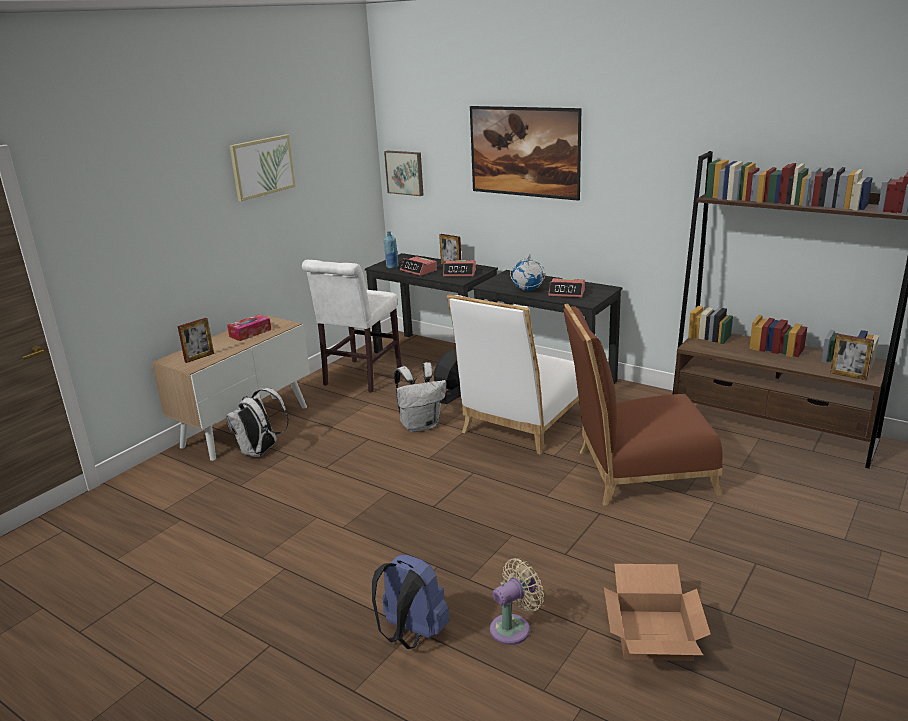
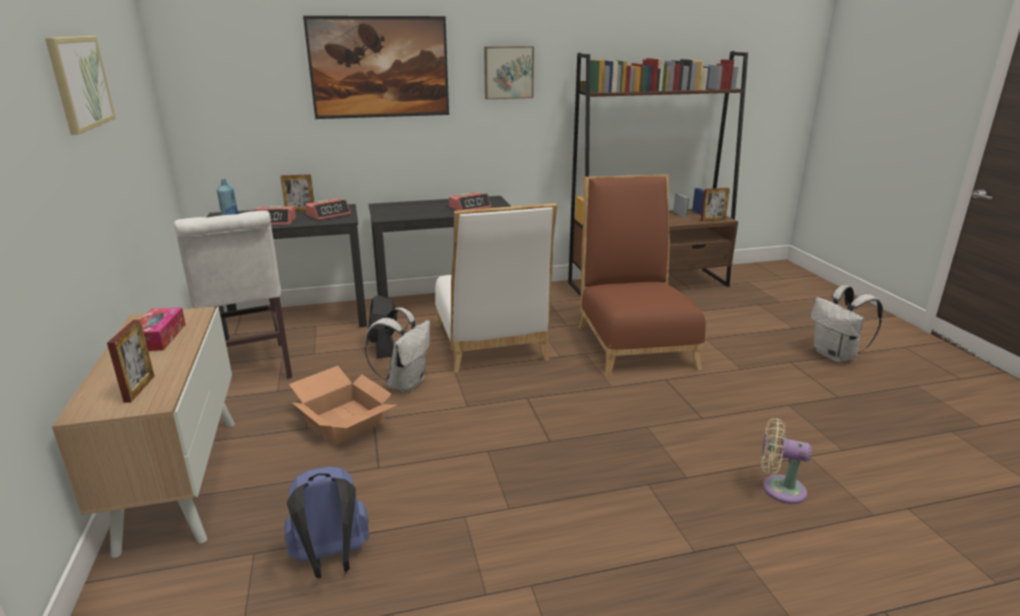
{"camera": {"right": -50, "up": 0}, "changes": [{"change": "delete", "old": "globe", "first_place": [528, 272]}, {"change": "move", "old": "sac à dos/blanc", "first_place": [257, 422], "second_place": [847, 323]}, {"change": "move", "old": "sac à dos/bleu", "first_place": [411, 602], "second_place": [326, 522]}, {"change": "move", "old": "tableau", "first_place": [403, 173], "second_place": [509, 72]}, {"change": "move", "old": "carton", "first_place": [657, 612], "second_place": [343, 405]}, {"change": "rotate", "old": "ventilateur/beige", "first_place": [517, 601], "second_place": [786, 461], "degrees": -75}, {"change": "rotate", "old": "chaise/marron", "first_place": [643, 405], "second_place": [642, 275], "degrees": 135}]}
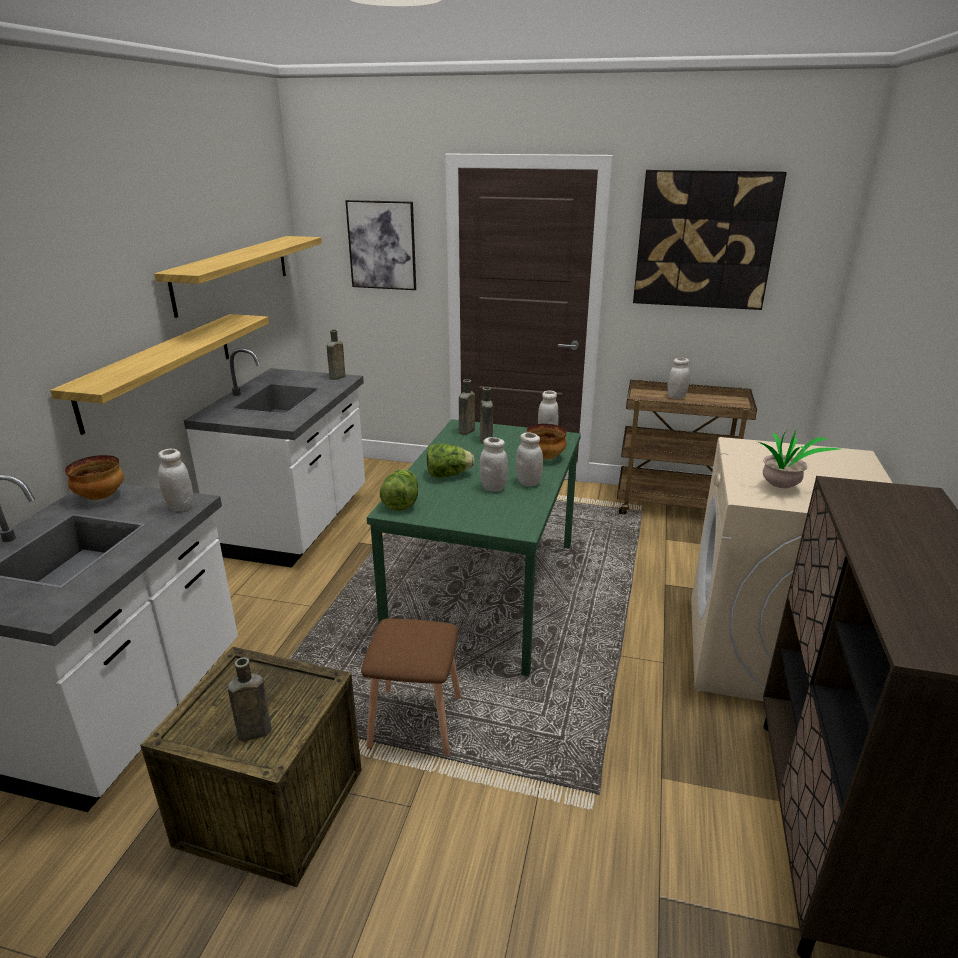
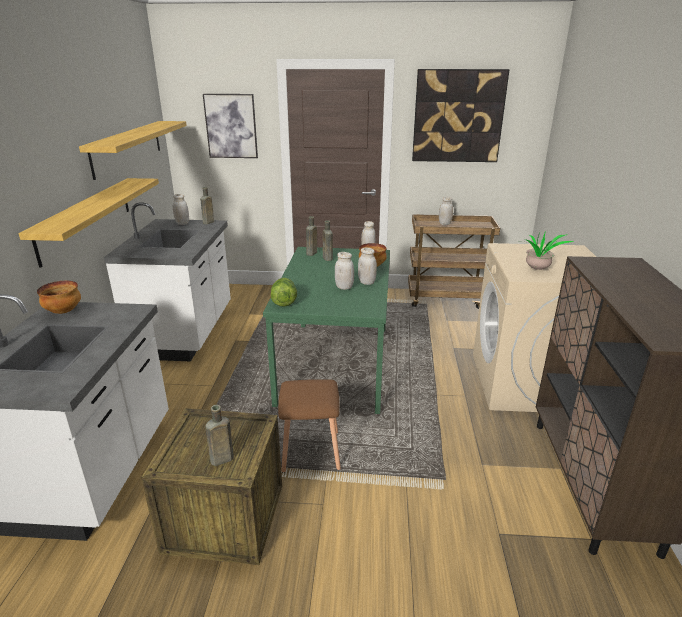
{"camera": {"right": -10, "up": 0}, "changes": [{"change": "delete", "old": "laitue", "first_place": [451, 461]}, {"change": "move", "old": "bocal/blanc", "first_place": [175, 480], "second_place": [181, 209]}]}
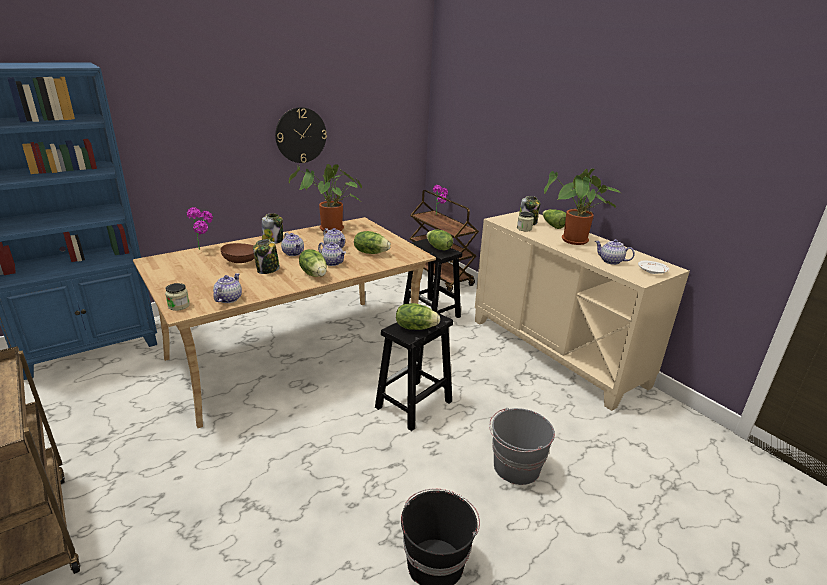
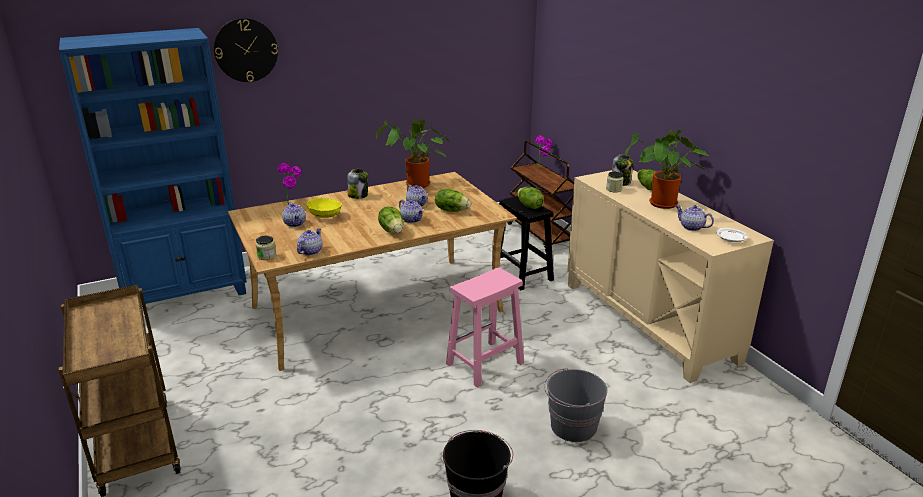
{"camera": {"right": 10, "up": 0}, "changes": [{"change": "delete", "old": "bocal", "first_place": [266, 256]}, {"change": "delete", "old": "laitue", "first_place": [418, 316]}, {"change": "move", "old": "horloge murale", "first_place": [301, 135], "second_place": [246, 50]}, {"change": "move", "old": "théière", "first_place": [292, 244], "second_place": [294, 214]}, {"change": "recolor", "old": "bol/marron", "new": "bol/jaune", "first_place": [237, 253], "second_place": [324, 208]}, {"change": "recolor", "old": "tabouret/noir", "new": "tabouret/rose", "first_place": [414, 371], "second_place": [485, 327]}]}
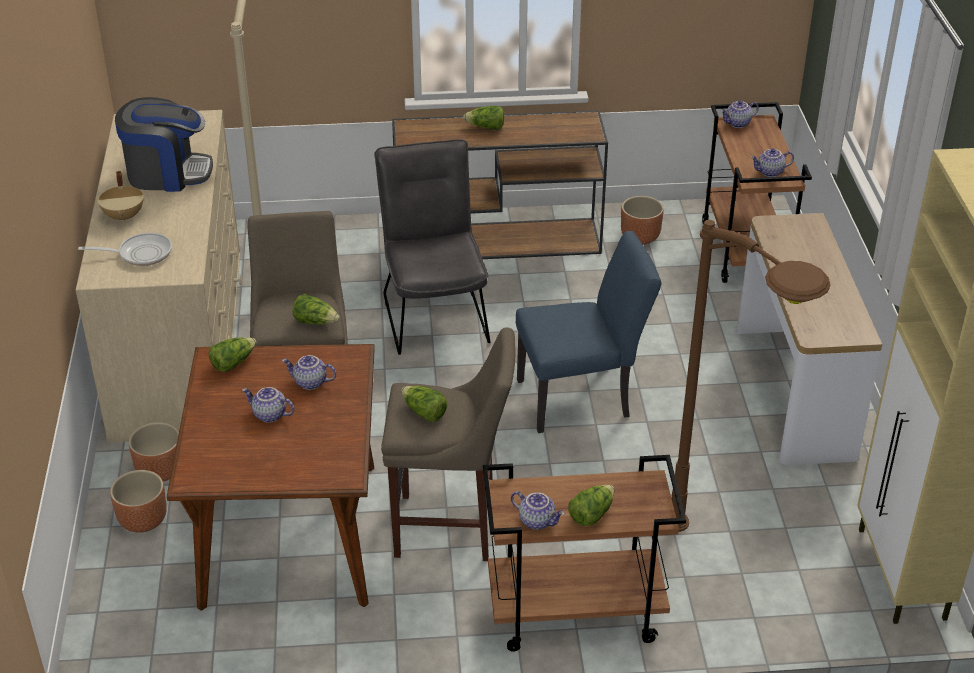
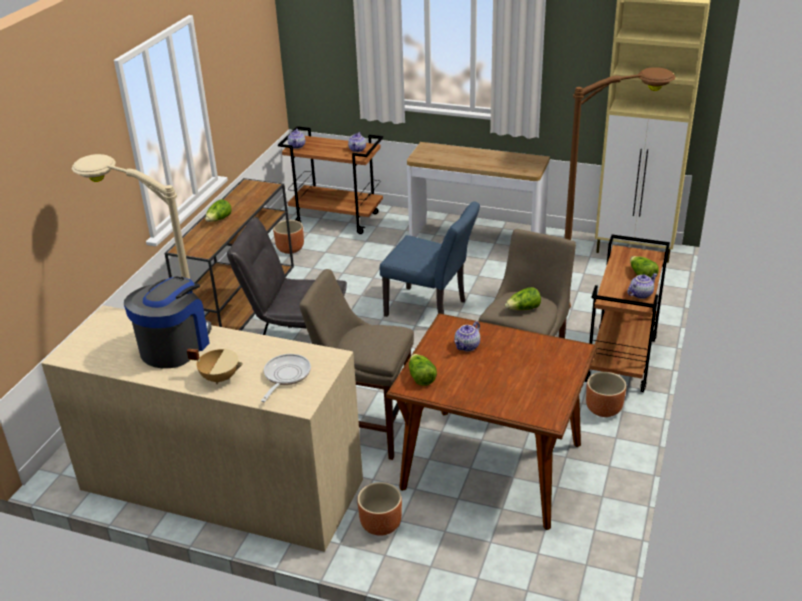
{"camera": {"right": -65, "up": -5}, "changes": [{"change": "delete", "old": "théière", "first_place": [268, 405]}, {"change": "delete", "old": "laitue", "first_place": [316, 309]}, {"change": "move", "old": "cache-pot/marron", "first_place": [138, 501], "second_place": [606, 394]}, {"change": "rotate", "old": "chaise/bleu", "first_place": [588, 332], "second_place": [430, 259], "degrees": 105}]}
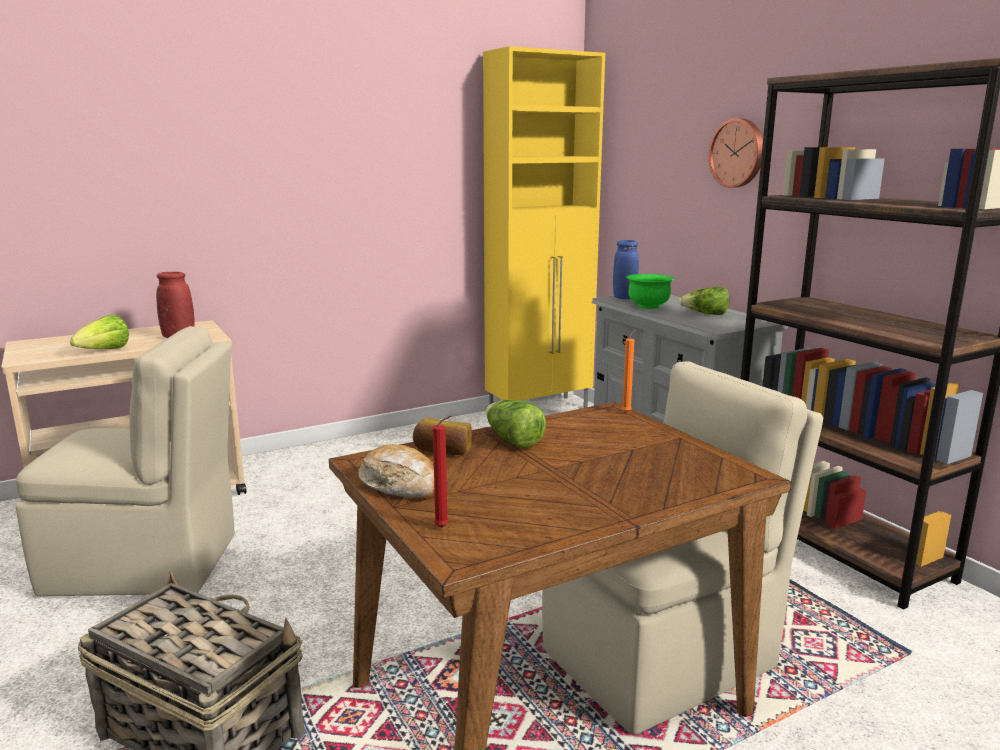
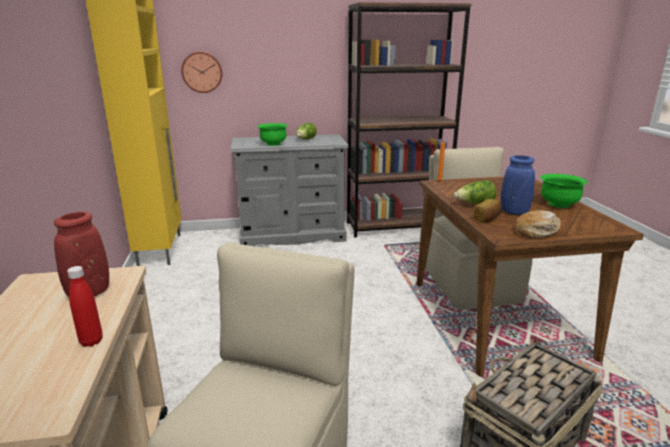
{"camera": {"right": -70, "up": 5}, "changes": [{"change": "delete", "old": "bougie/rouge", "first_place": [442, 472]}, {"change": "insert", "new": "bol/vert", "second_place": [564, 191]}, {"change": "move", "old": "vase/bleu", "first_place": [626, 269], "second_place": [518, 185]}, {"change": "move", "old": "horloge murale", "first_place": [735, 153], "second_place": [201, 72]}, {"change": "replace", "old": "laitue", "new": "bouteille/rouge", "first_place": [99, 332], "second_place": [84, 306]}]}
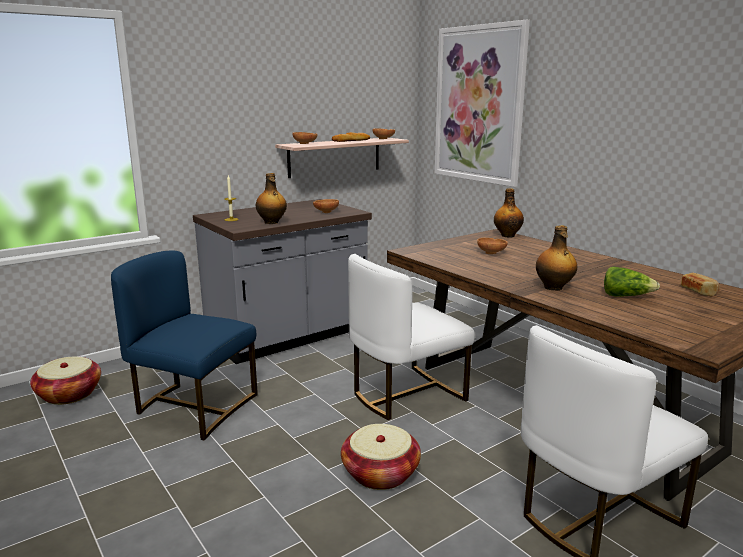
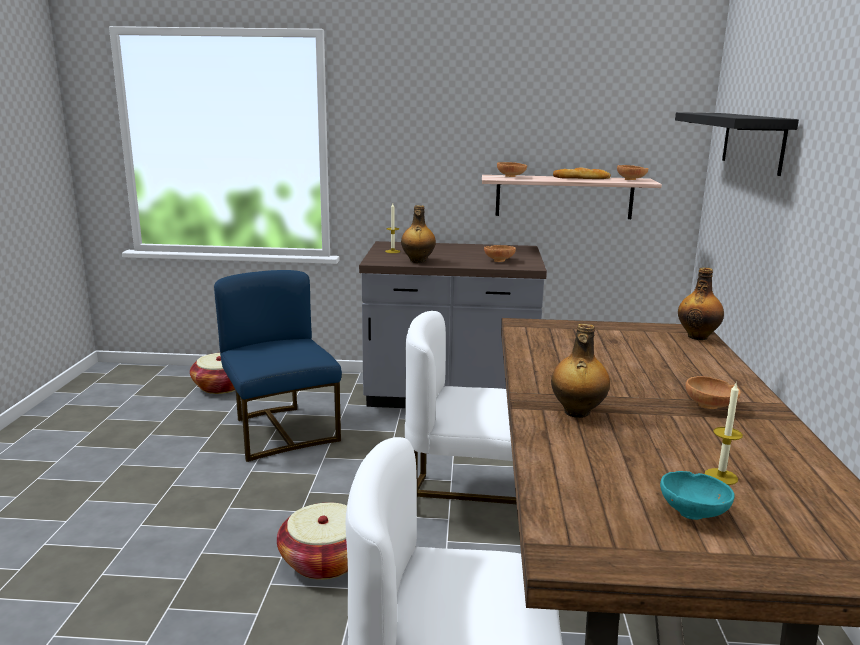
{"camera": {"right": 40, "up": 0}, "changes": [{"change": "delete", "old": "laitue", "first_place": [632, 281]}, {"change": "delete", "old": "pain", "first_place": [700, 285]}, {"change": "insert", "new": "bol/turquoise", "second_place": [697, 495]}, {"change": "insert", "new": "bougie", "second_place": [724, 434]}, {"change": "move", "old": "bol/marron", "first_place": [492, 246], "second_place": [713, 392]}, {"change": "replace", "old": "tableau", "new": "étagère/noir", "first_place": [482, 103], "second_place": [737, 144]}]}
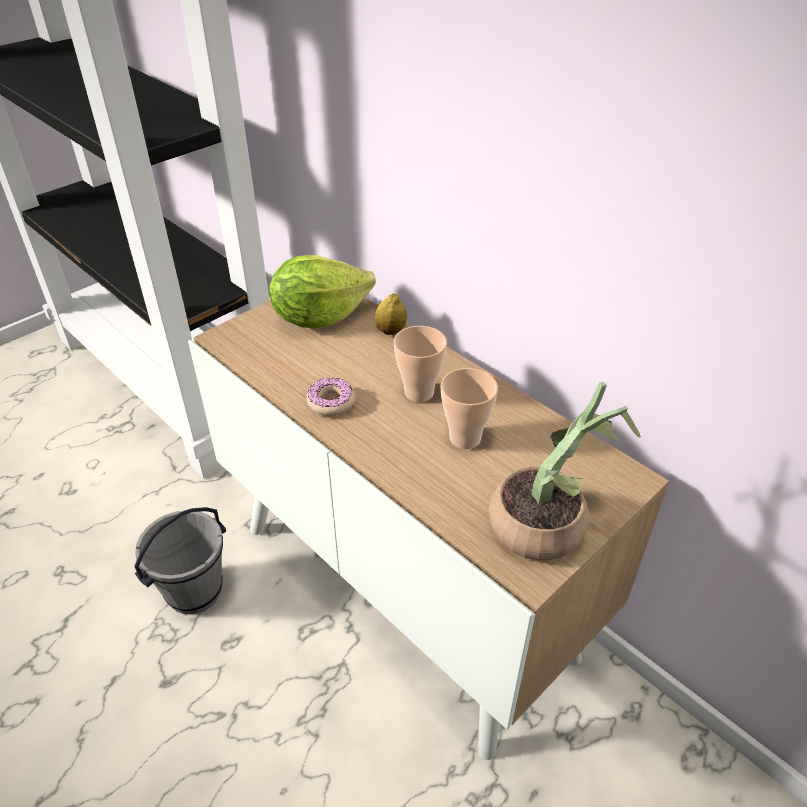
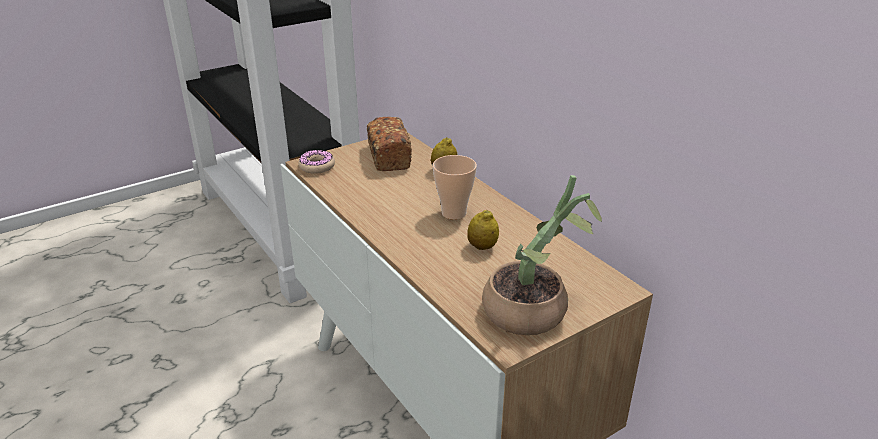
{"camera": {"right": 10, "up": -10}, "changes": [{"change": "delete", "old": "seau/gris", "first_place": [180, 560]}, {"change": "move", "old": "beignet", "first_place": [331, 396], "second_place": [316, 162]}, {"change": "replace", "old": "laitue", "new": "pain", "first_place": [322, 291], "second_place": [389, 144]}, {"change": "replace", "old": "tasse", "new": "citron", "first_place": [469, 408], "second_place": [483, 230]}]}
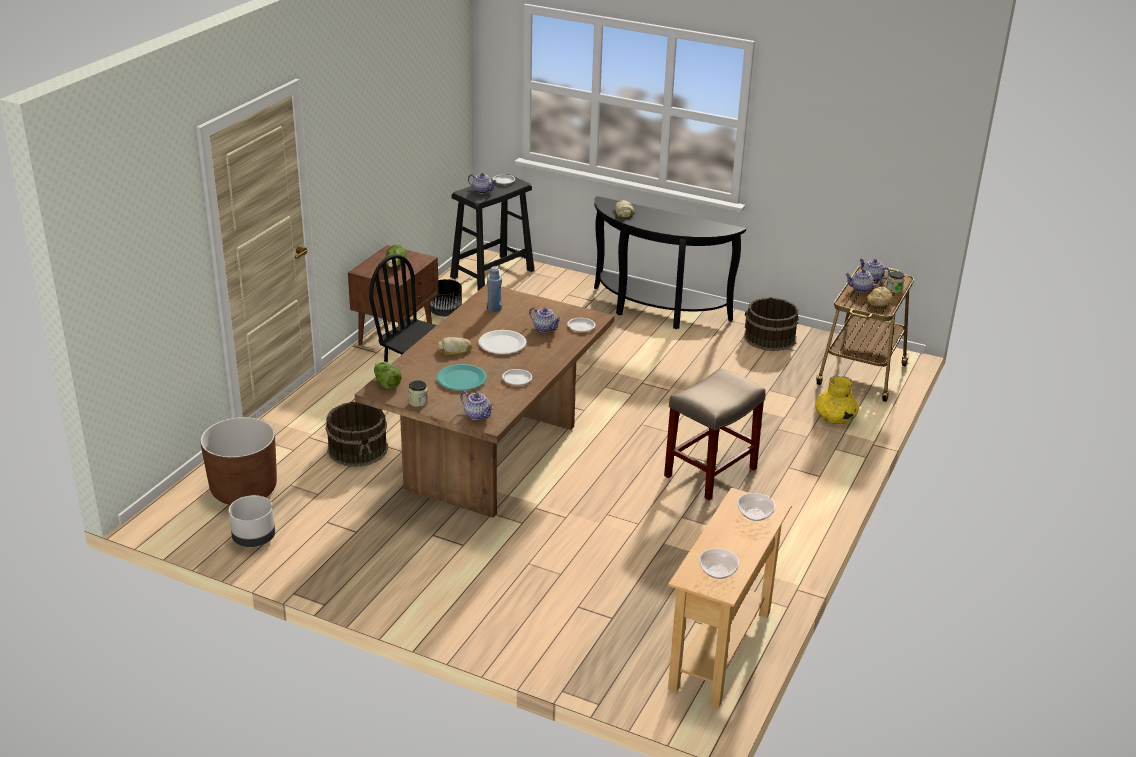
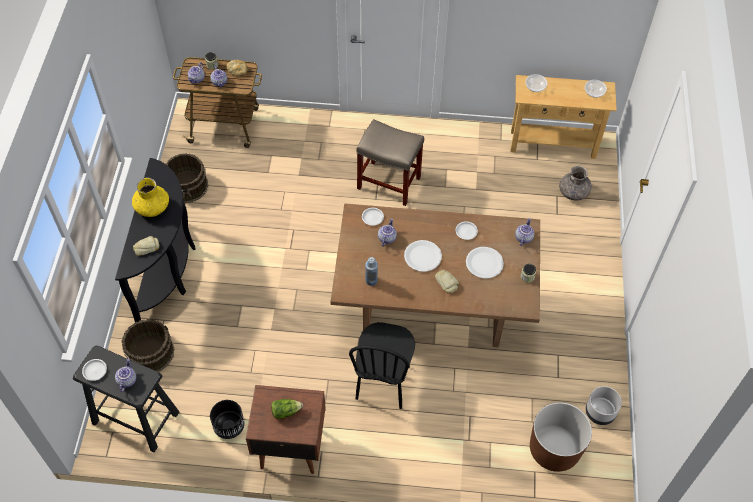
{"camera": {"right": -110, "up": 25}, "changes": [{"change": "delete", "old": "laitue", "first_place": [388, 375]}, {"change": "insert", "new": "vase/gris", "second_place": [575, 183]}, {"change": "move", "old": "seau/marron", "first_place": [356, 434], "second_place": [148, 345]}, {"change": "move", "old": "vase/jaune", "first_place": [837, 399], "second_place": [150, 197]}, {"change": "recolor", "old": "assiette/turquoise", "new": "assiette/blanc", "first_place": [461, 377], "second_place": [485, 263]}]}
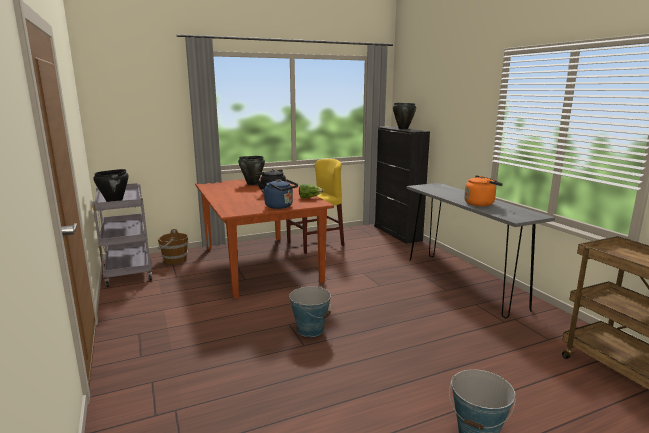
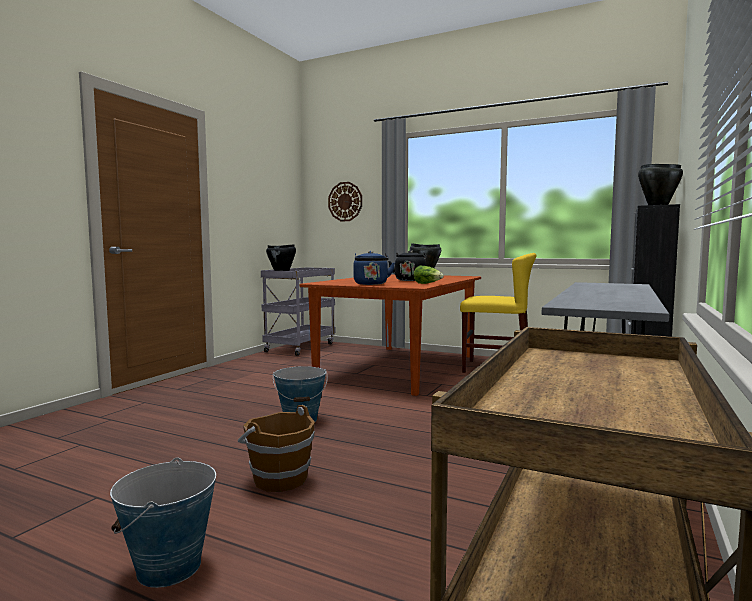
{"camera": {"right": 50, "up": -10}, "changes": [{"change": "delete", "old": "bouilloire/orange", "first_place": [483, 190]}, {"change": "insert", "new": "horloge murale", "second_place": [345, 201]}, {"change": "move", "old": "seau/marron", "first_place": [173, 246], "second_place": [276, 448]}]}
